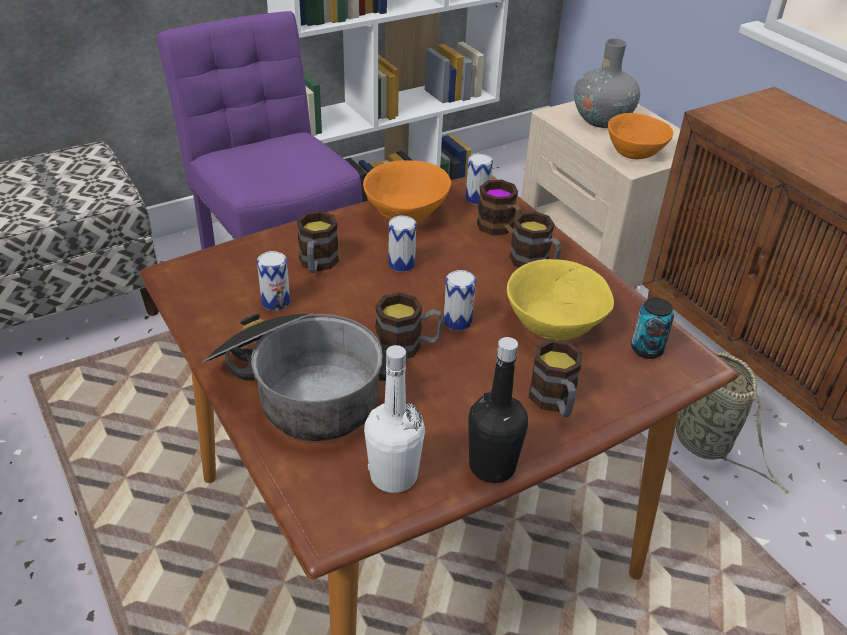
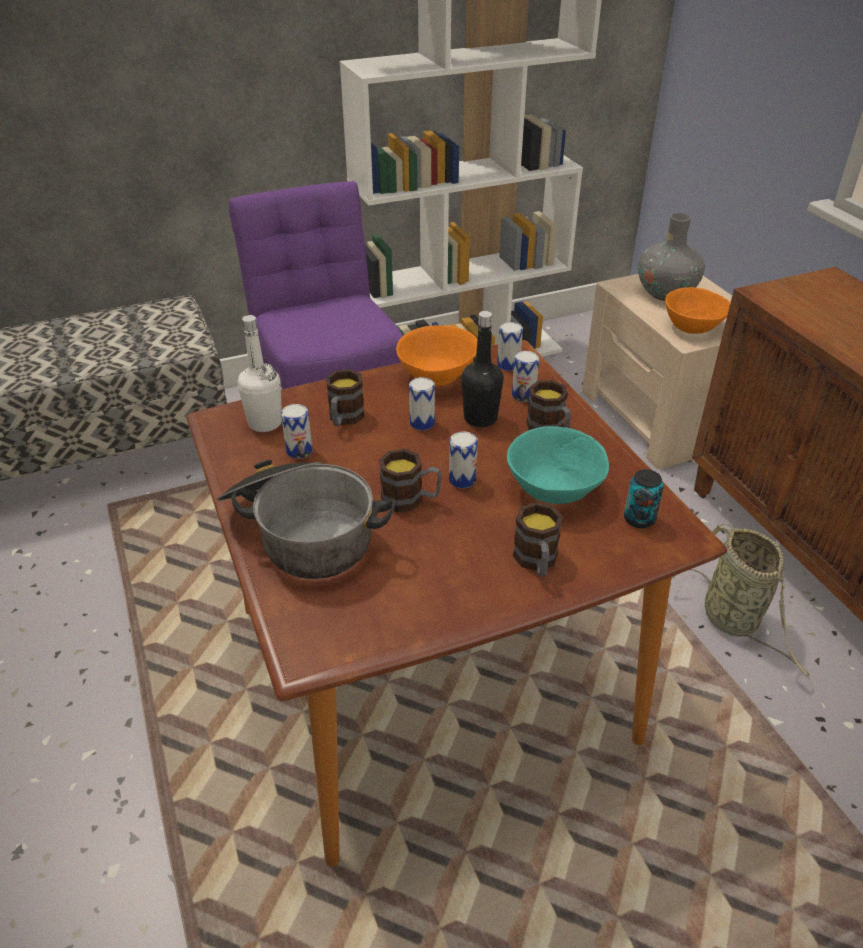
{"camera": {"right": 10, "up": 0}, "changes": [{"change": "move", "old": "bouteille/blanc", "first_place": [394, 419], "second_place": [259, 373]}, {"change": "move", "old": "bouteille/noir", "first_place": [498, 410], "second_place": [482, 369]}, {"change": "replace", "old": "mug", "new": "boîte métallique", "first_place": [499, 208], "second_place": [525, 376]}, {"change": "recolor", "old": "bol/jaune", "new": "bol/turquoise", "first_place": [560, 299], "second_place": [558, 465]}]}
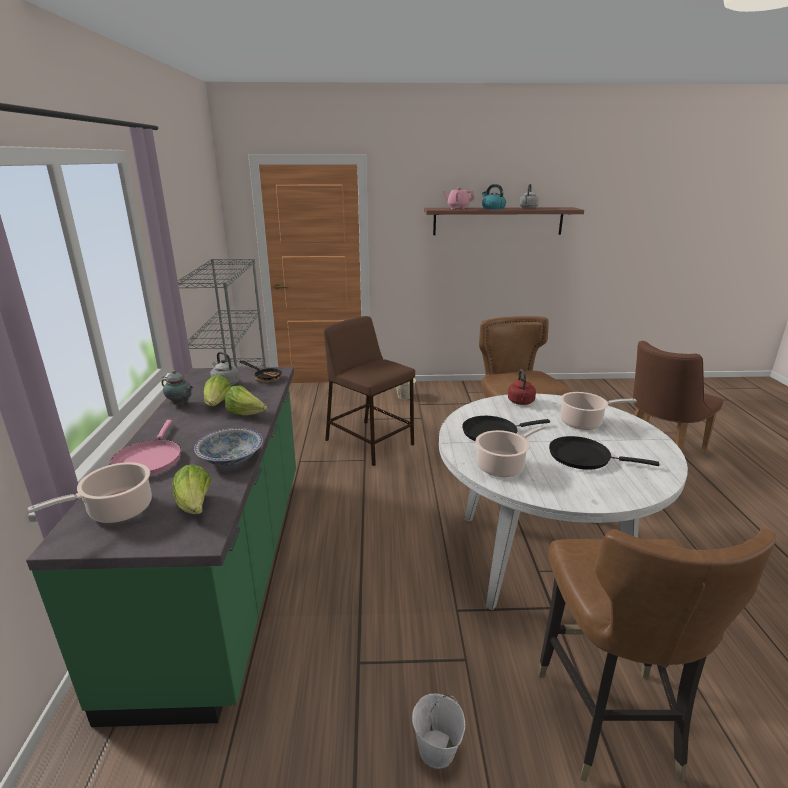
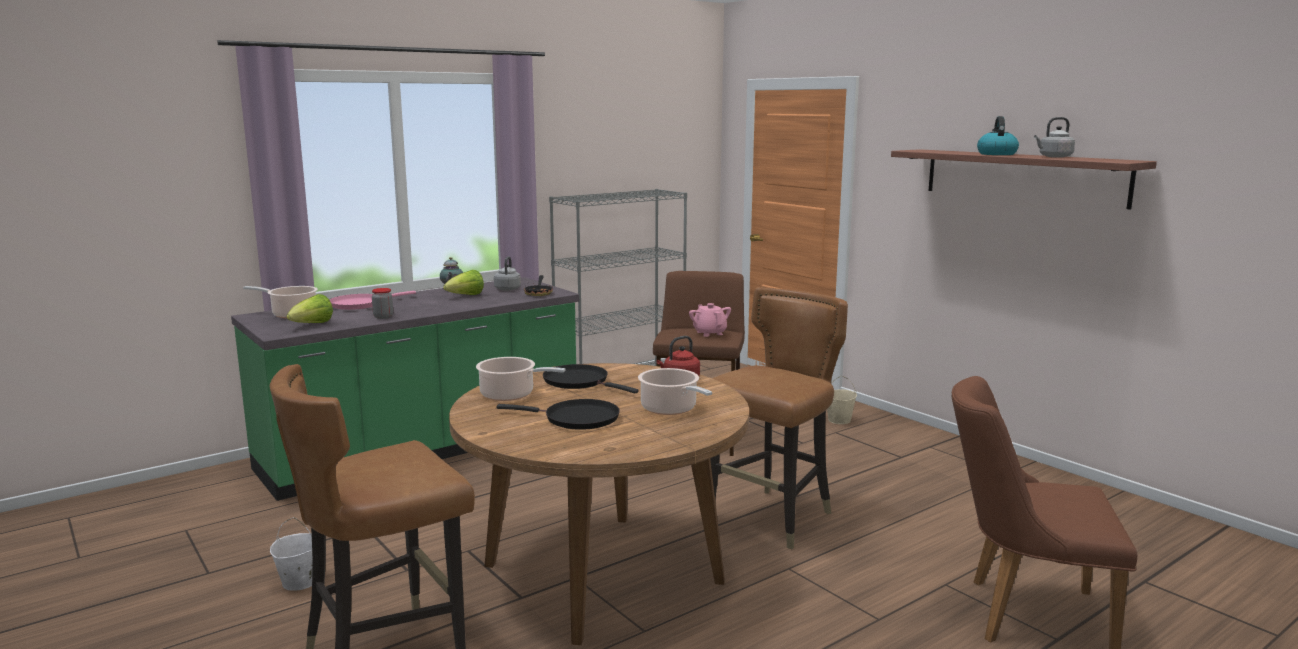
{"camera": {"right": 55, "up": -10}, "changes": [{"change": "delete", "old": "laitue", "first_place": [246, 400]}, {"change": "move", "old": "théière/rose", "first_place": [459, 198], "second_place": [710, 320]}, {"change": "replace", "old": "bol", "new": "bocal", "first_place": [228, 447], "second_place": [382, 303]}, {"change": "recolor", "old": "table à manger/blanc", "new": "table à manger/marron", "first_place": [563, 502], "second_place": [599, 504]}, {"change": "rotate", "old": "poêle/noir", "first_place": [604, 453], "second_place": [558, 414], "degrees": 120}]}
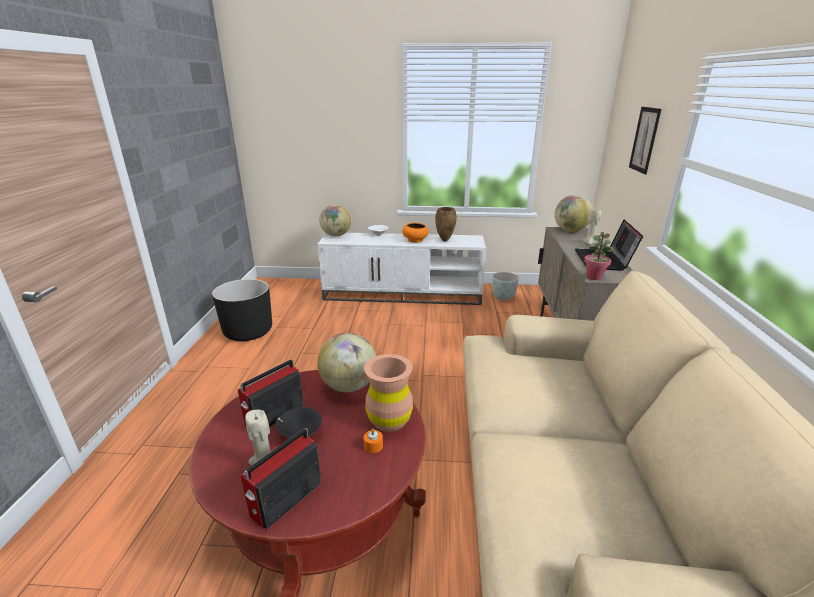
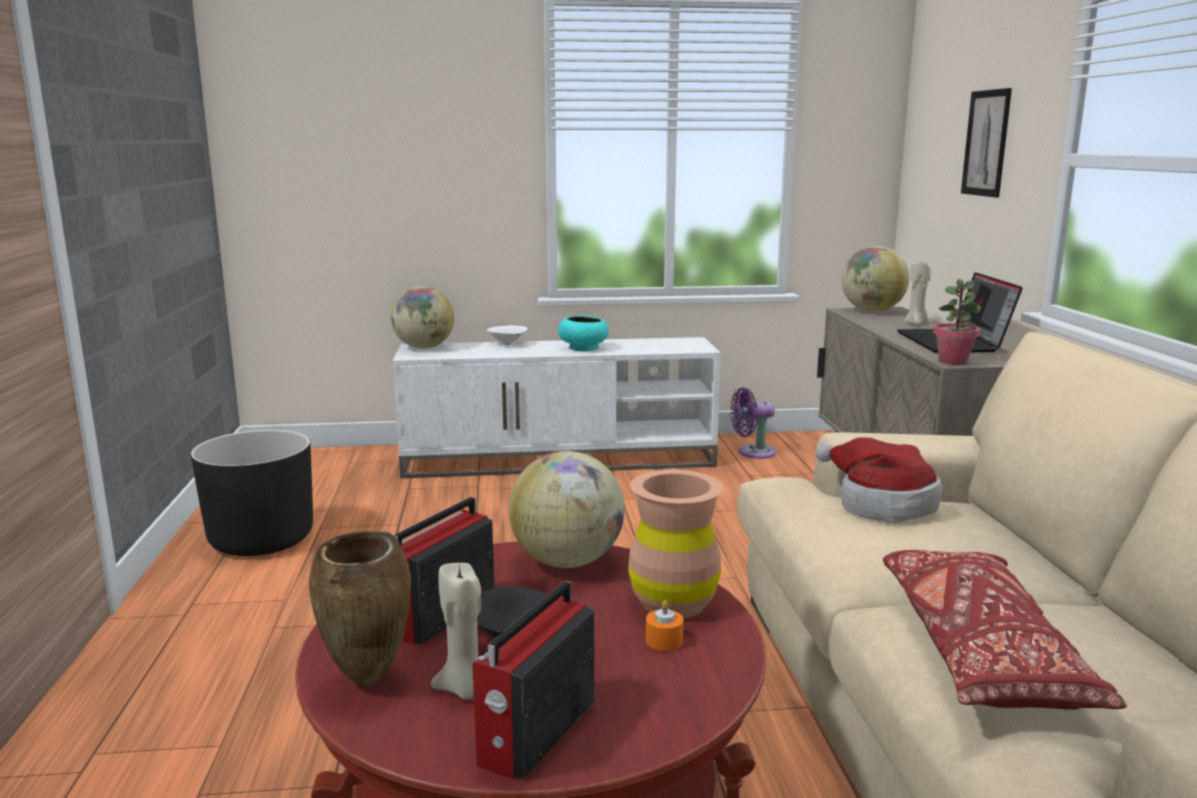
{"camera": {"right": -10, "up": -10}, "changes": [{"change": "insert", "new": "chapeau", "second_place": [878, 481]}, {"change": "insert", "new": "coussin/rouge", "second_place": [1005, 629]}, {"change": "move", "old": "vase/marron", "first_place": [446, 224], "second_place": [360, 609]}, {"change": "replace", "old": "cache-pot/gris", "new": "ventilateur/violet", "first_place": [505, 286], "second_place": [753, 423]}, {"change": "recolor", "old": "bol/orange", "new": "bol/turquoise", "first_place": [415, 233], "second_place": [583, 333]}]}
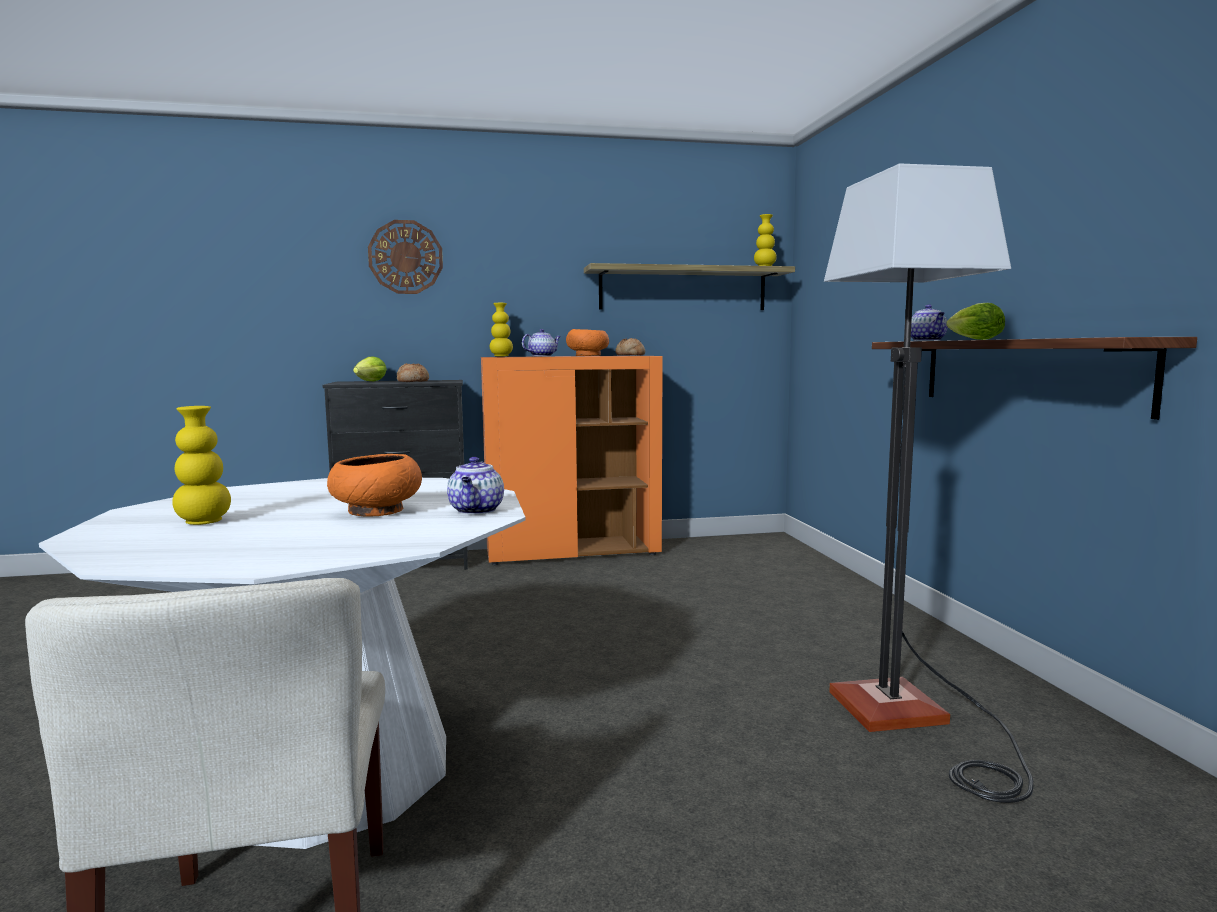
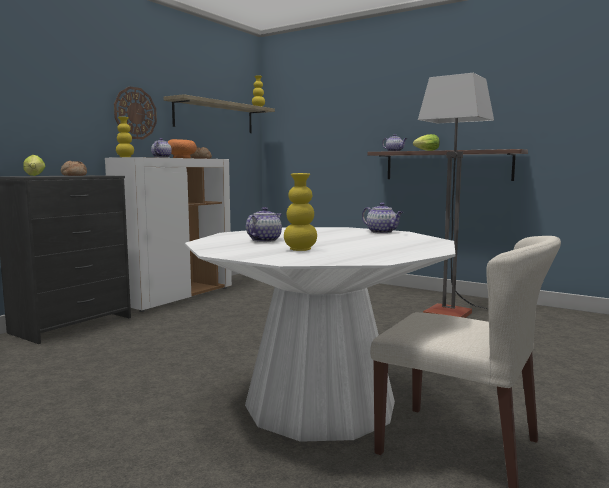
{"camera": {"right": -45, "up": 0}, "changes": [{"change": "delete", "old": "bol/orange", "first_place": [374, 485]}, {"change": "insert", "new": "théière", "second_place": [264, 224]}, {"change": "move", "old": "horloge murale", "first_place": [405, 257], "second_place": [135, 112]}, {"change": "recolor", "old": "meuble de rangement/orange", "new": "meuble de rangement/blanc", "first_place": [572, 460], "second_place": [168, 234]}]}
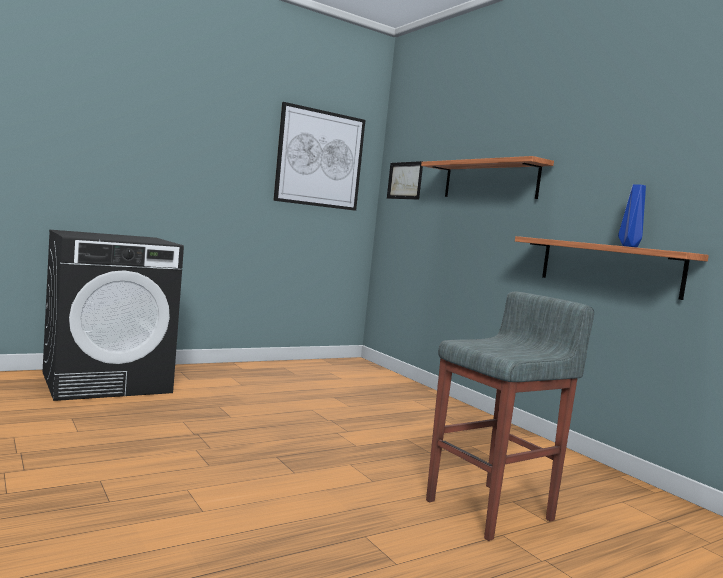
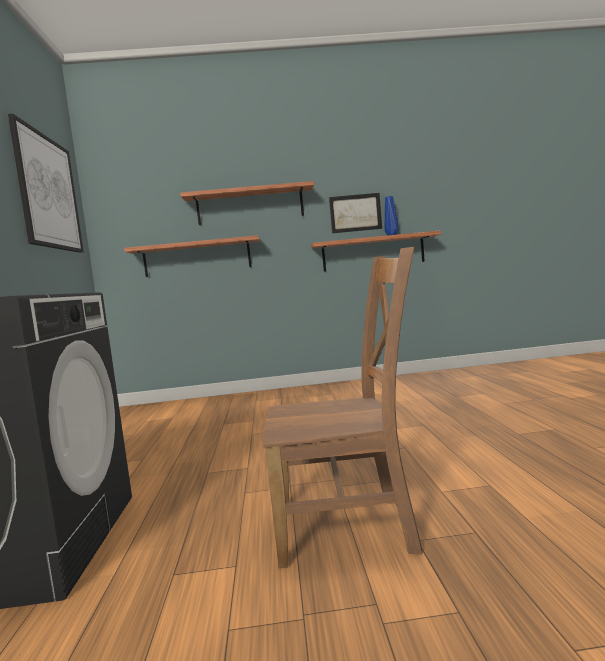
{"camera": {"right": -60, "up": 0}, "changes": [{"change": "delete", "old": "tabouret/gris", "first_place": [510, 416]}, {"change": "insert", "new": "étagère", "second_place": [191, 256]}, {"change": "insert", "new": "chaise/marron", "second_place": [342, 408]}, {"change": "move", "old": "tableau", "first_place": [405, 180], "second_place": [355, 213]}]}
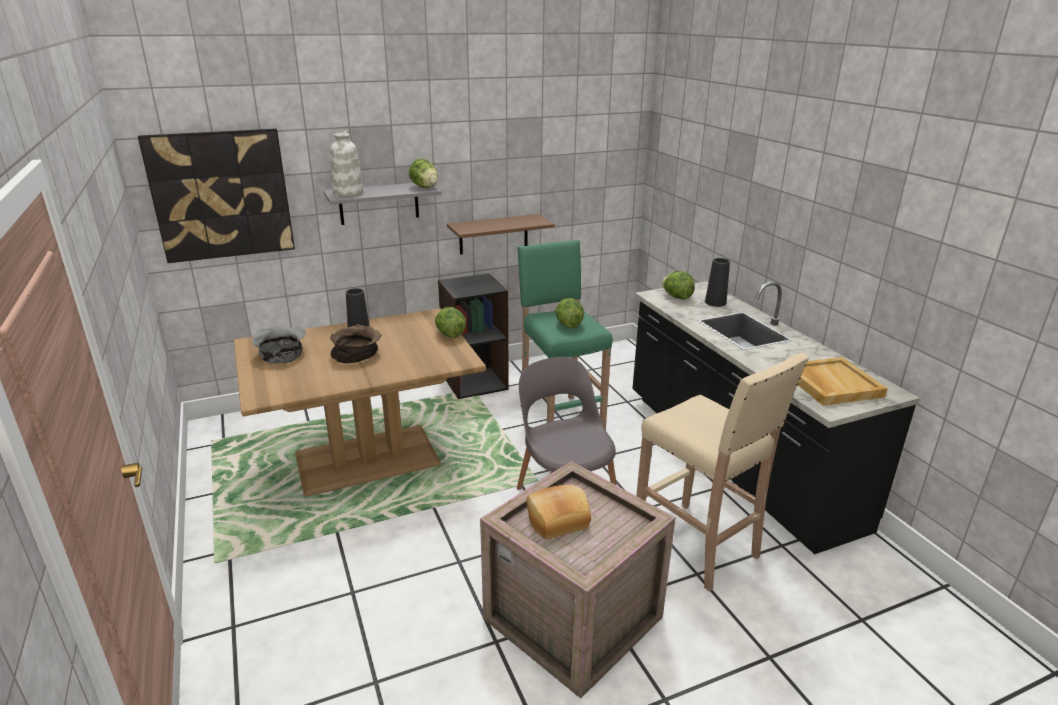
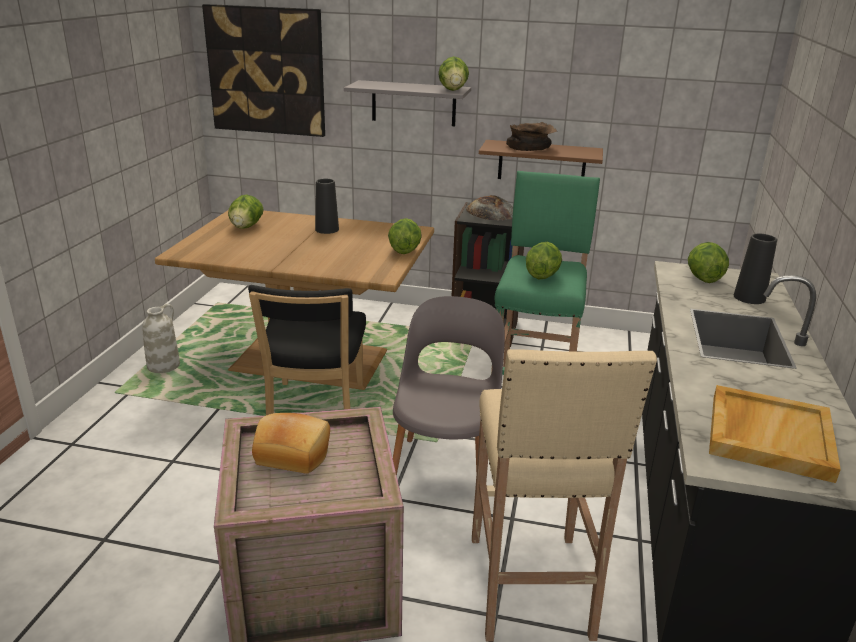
{"camera": {"right": 35, "up": 0}, "changes": [{"change": "insert", "new": "chaise/noir", "second_place": [307, 350]}, {"change": "insert", "new": "pain", "second_place": [489, 208]}, {"change": "move", "old": "vase/blanc", "first_place": [346, 163], "second_place": [161, 338]}, {"change": "move", "old": "bol/marron", "first_place": [356, 343], "second_place": [532, 136]}, {"change": "replace", "old": "bol/gris", "new": "laitue", "first_place": [279, 345], "second_place": [246, 212]}]}
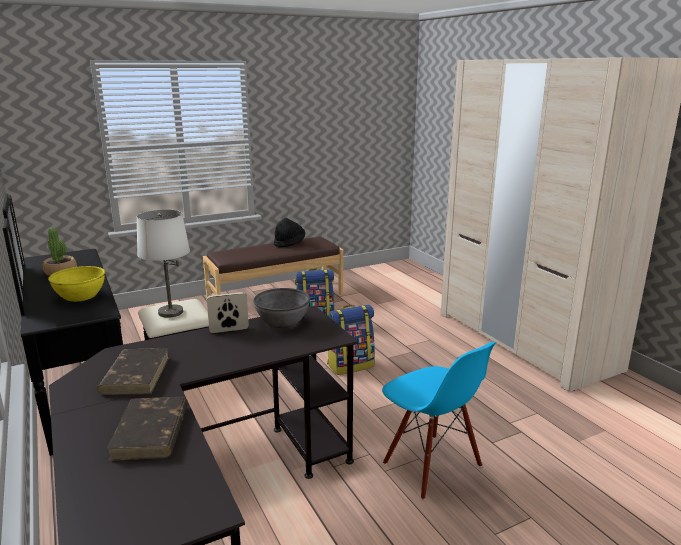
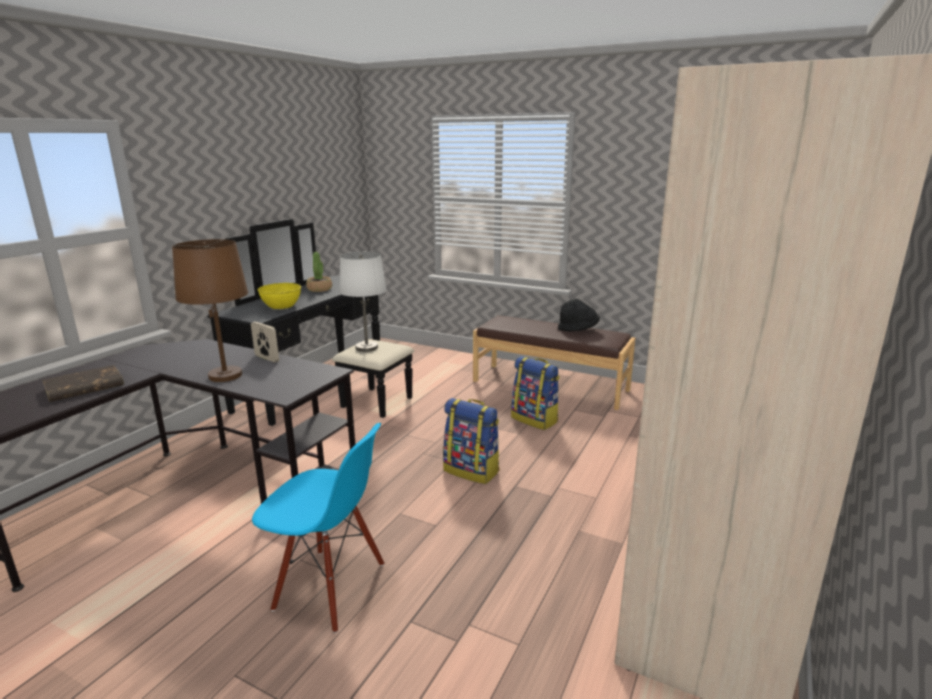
{"camera": {"right": 55, "up": 0}, "changes": [{"change": "delete", "old": "livre/marron", "first_place": [133, 371]}, {"change": "delete", "old": "bol/gris", "first_place": [281, 308]}, {"change": "insert", "new": "lampe de table/marron", "second_place": [210, 310]}, {"change": "rotate", "old": "chaise/bleu", "first_place": [439, 421], "second_place": [318, 528], "degrees": -90}]}
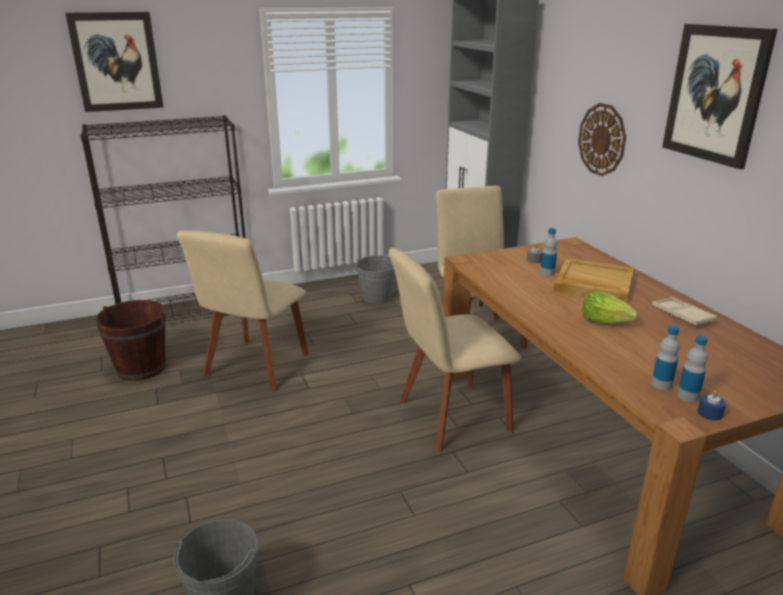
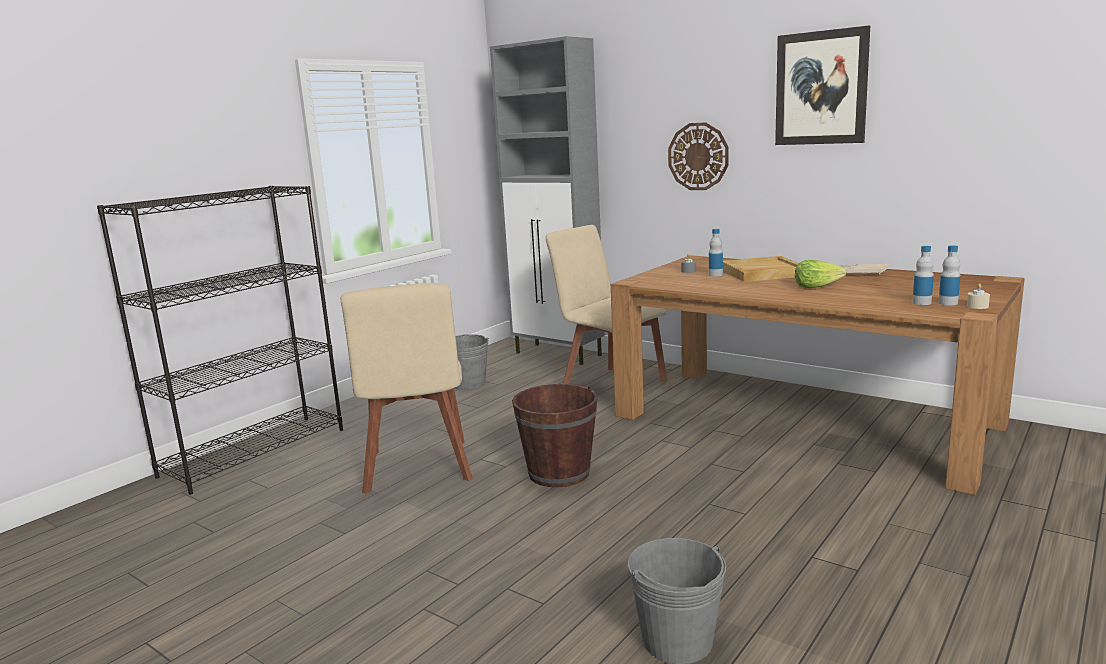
{"camera": {"right": -30, "up": -10}, "changes": [{"change": "delete", "old": "tableau", "first_place": [114, 62]}, {"change": "delete", "old": "chaise/beige", "first_place": [455, 350]}, {"change": "move", "old": "seau/marron", "first_place": [130, 340], "second_place": [555, 435]}, {"change": "recolor", "old": "bougie/bleu", "new": "bougie/beige", "first_place": [712, 405], "second_place": [978, 296]}]}
